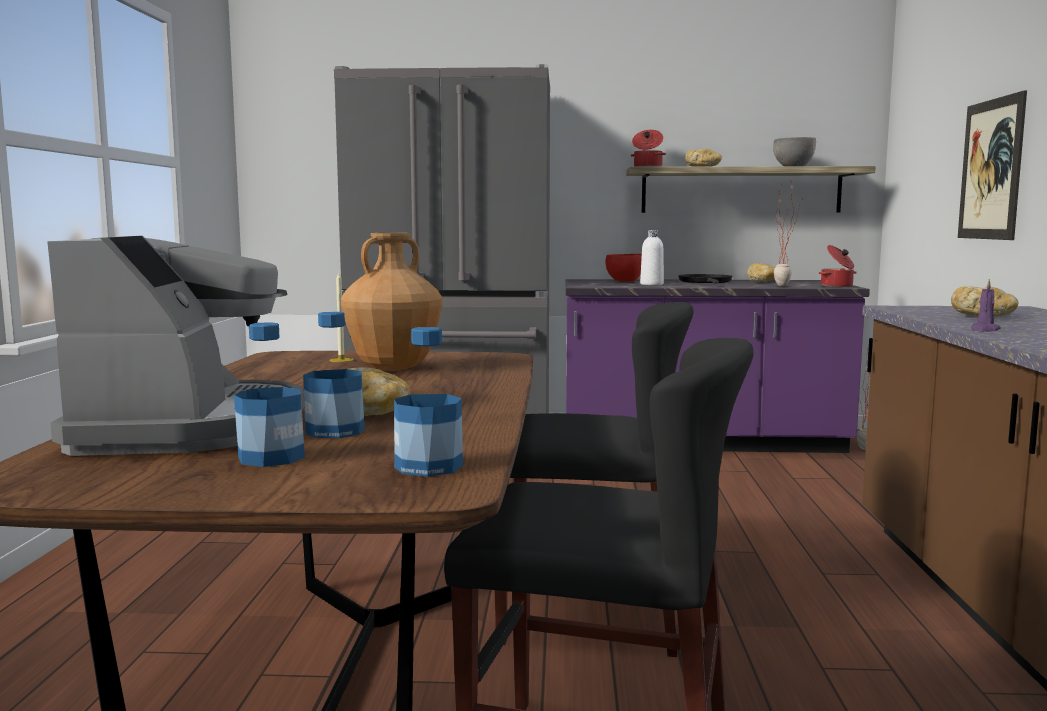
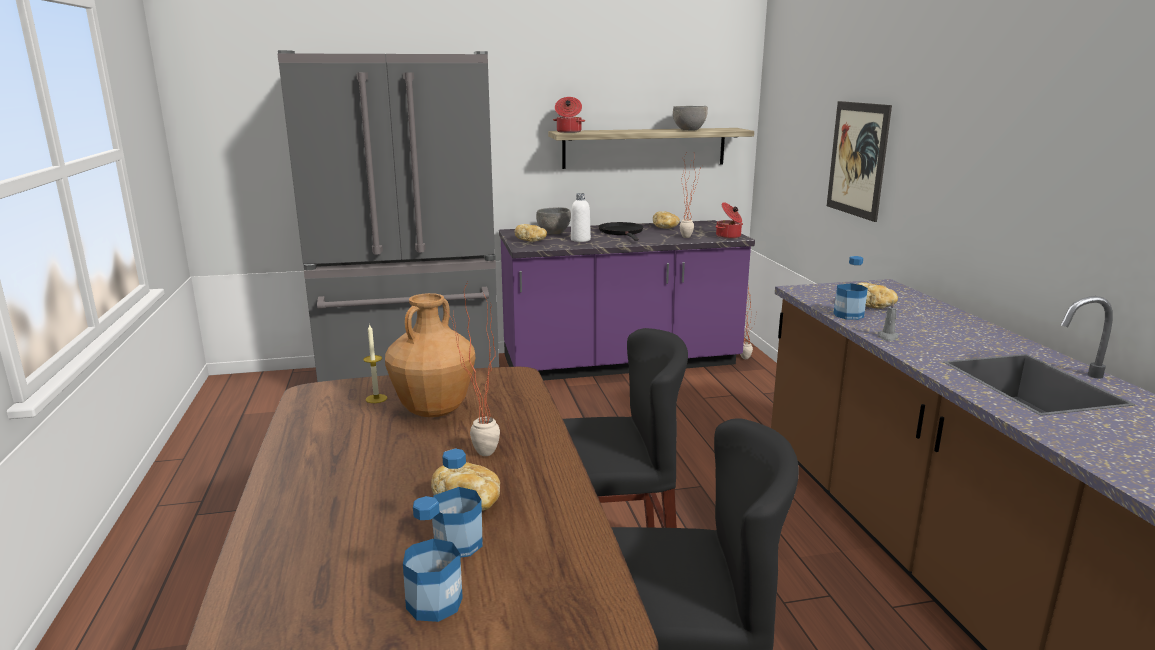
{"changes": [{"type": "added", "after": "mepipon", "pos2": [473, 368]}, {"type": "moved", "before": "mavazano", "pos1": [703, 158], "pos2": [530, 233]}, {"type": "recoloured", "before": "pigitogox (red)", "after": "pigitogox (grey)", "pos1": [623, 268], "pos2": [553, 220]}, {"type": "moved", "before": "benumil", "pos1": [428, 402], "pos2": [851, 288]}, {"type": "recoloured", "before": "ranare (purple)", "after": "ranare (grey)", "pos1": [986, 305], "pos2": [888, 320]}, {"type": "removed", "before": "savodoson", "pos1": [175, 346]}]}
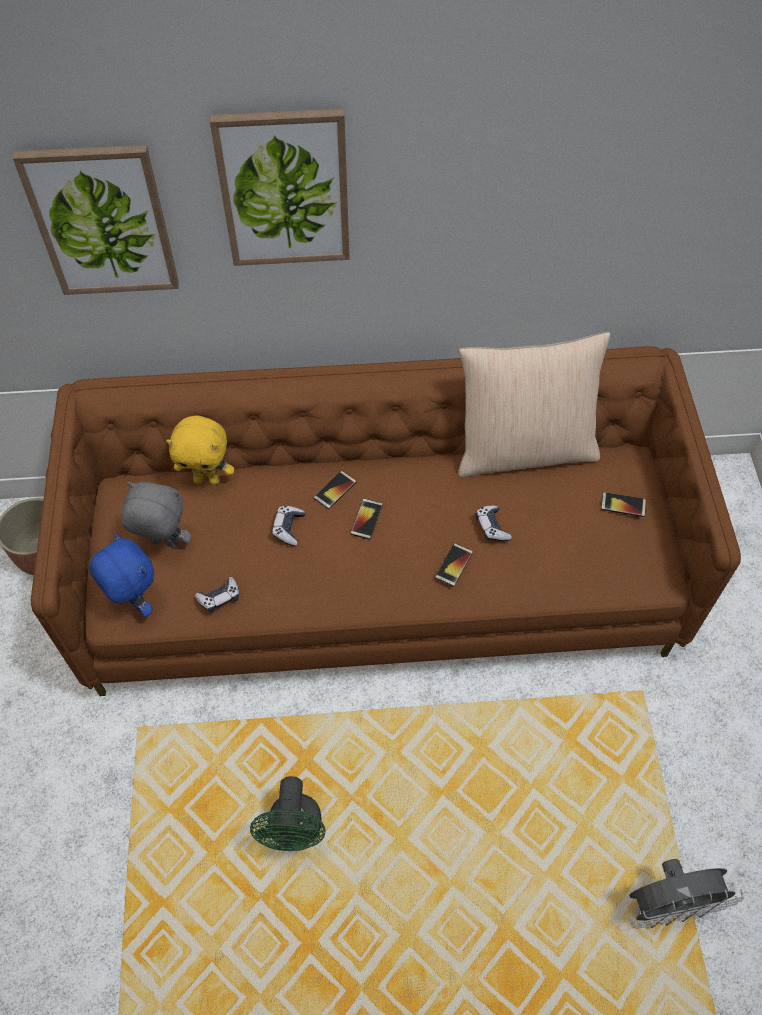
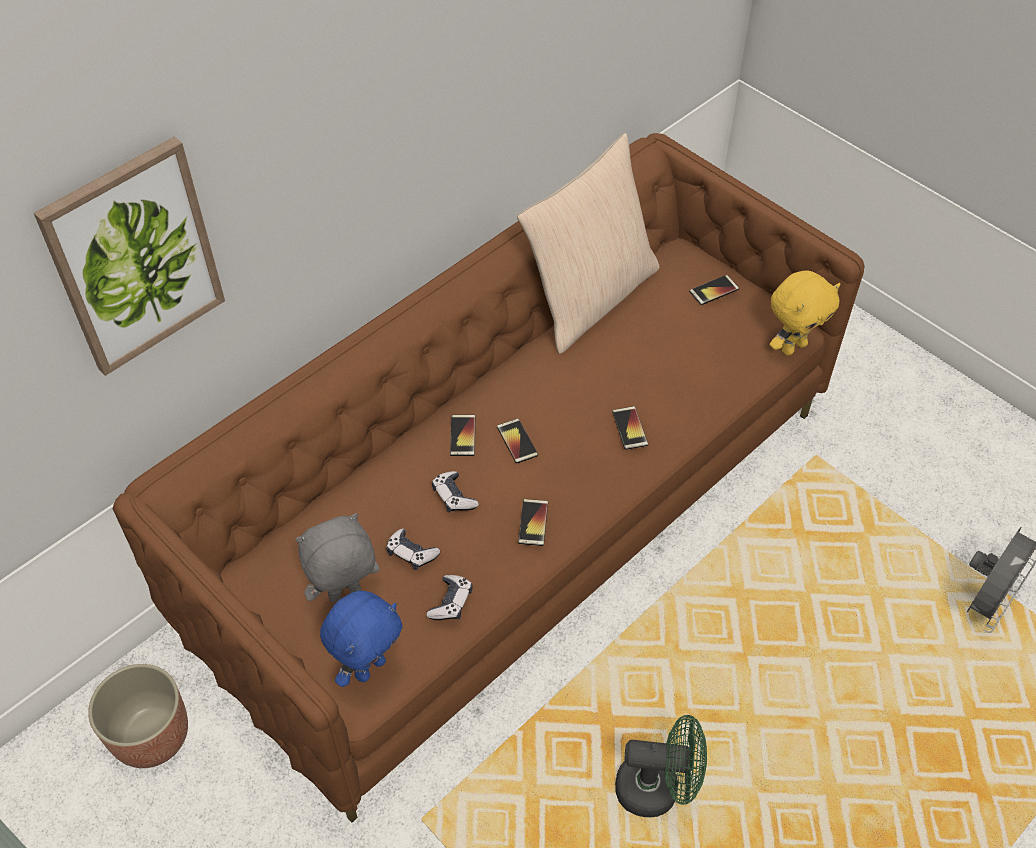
{"changes": [{"type": "turned", "before": "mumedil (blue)", "pos1": [121, 575], "pos2": [361, 639], "turn": 120}, {"type": "moved", "before": "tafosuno", "pos1": [494, 523], "pos2": [413, 549]}, {"type": "added", "after": "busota", "pos2": [533, 522]}, {"type": "turned", "before": "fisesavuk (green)", "pos1": [288, 813], "pos2": [661, 766], "turn": -45}, {"type": "moved", "before": "mumedil (yellow)", "pos1": [200, 450], "pos2": [805, 313]}, {"type": "removed", "before": "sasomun", "pos1": [280, 187]}]}
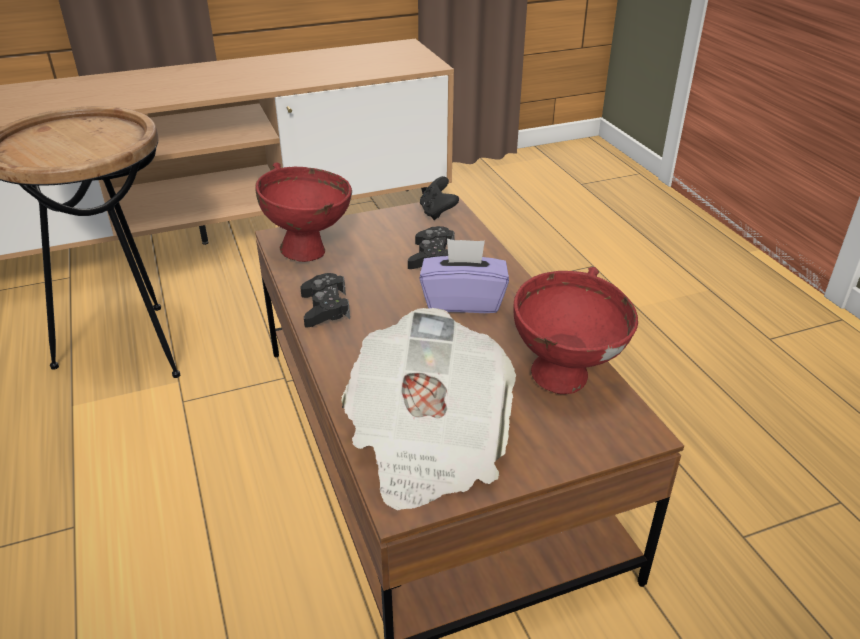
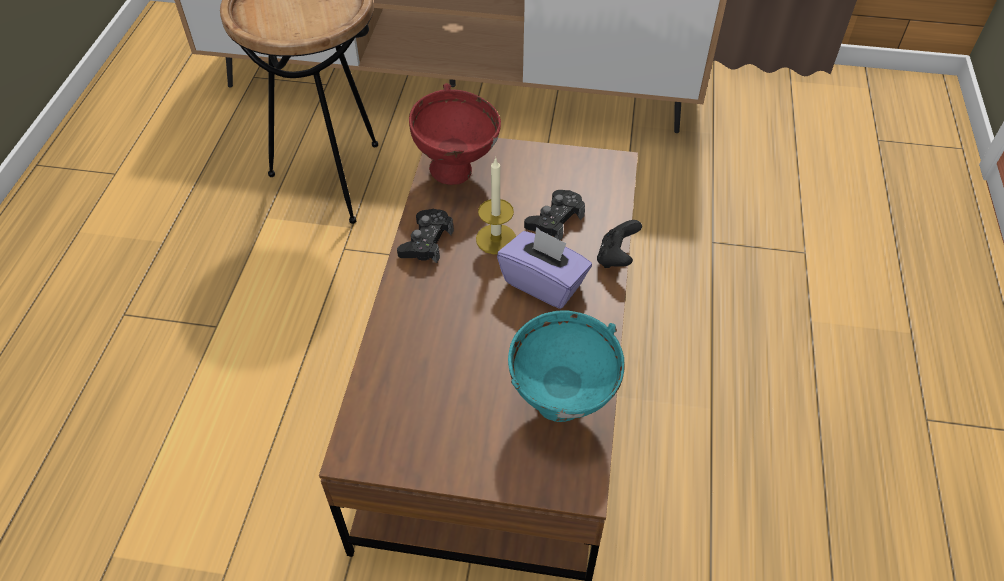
{"changes": [{"type": "added", "after": "ranare", "pos2": [496, 205]}, {"type": "recoloured", "before": "pigitogox (red)", "after": "pigitogox (turquoise)", "pos1": [575, 330], "pos2": [566, 366]}, {"type": "moved", "before": "tafosuno (black)", "pos1": [439, 198], "pos2": [619, 244]}, {"type": "removed", "before": "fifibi", "pos1": [428, 409]}]}
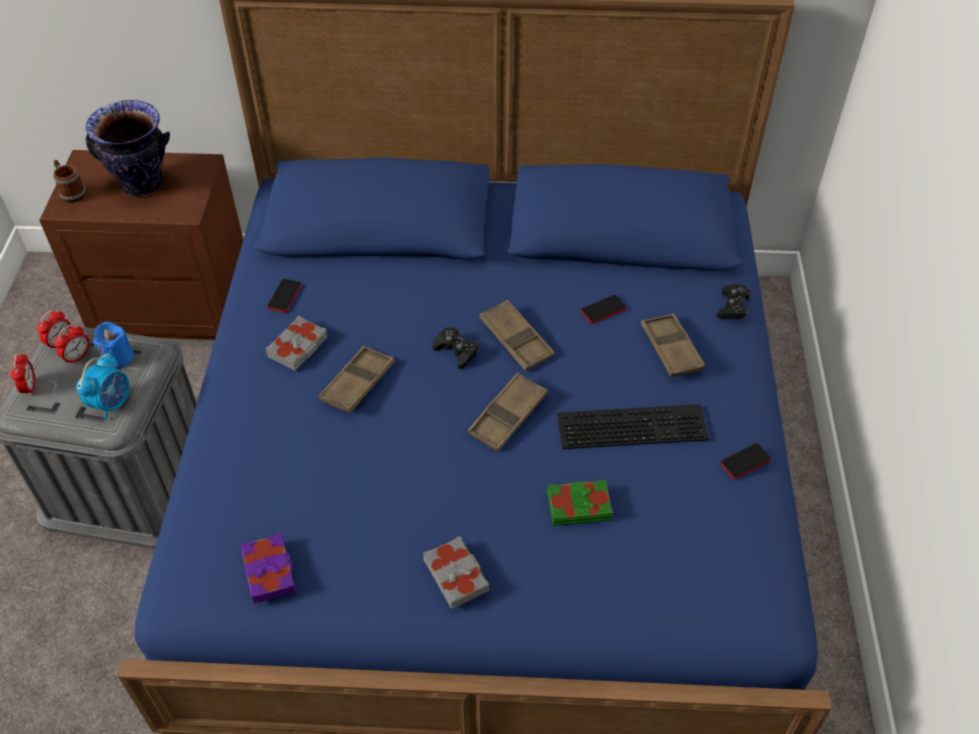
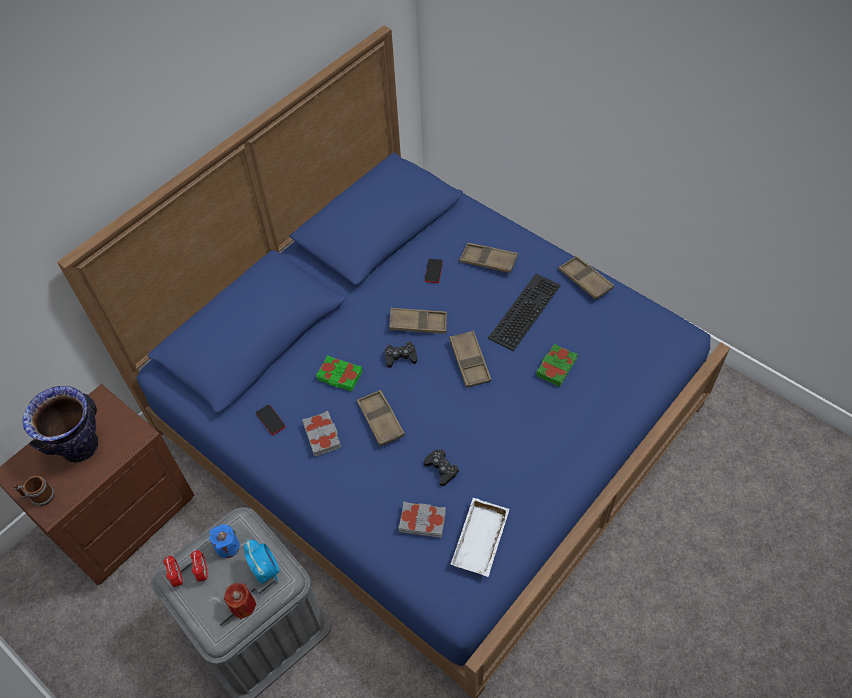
{"changes": [{"type": "added", "after": "ranare (red)", "pos2": [240, 601]}, {"type": "added", "after": "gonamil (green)", "pos2": [339, 373]}, {"type": "moved", "before": "gonamil (grey)", "pos1": [456, 572], "pos2": [422, 520]}, {"type": "moved", "before": "tafosuno (black)", "pos1": [733, 302], "pos2": [441, 467]}, {"type": "replaced", "before": "gonamil (purple)", "after": "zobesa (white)", "pos1": [268, 568], "pos2": [480, 537]}, {"type": "replaced", "before": "busota", "after": "zobesa (brown)", "pos1": [745, 461], "pos2": [586, 278]}, {"type": "removed", "before": "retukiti", "pos1": [23, 374]}]}
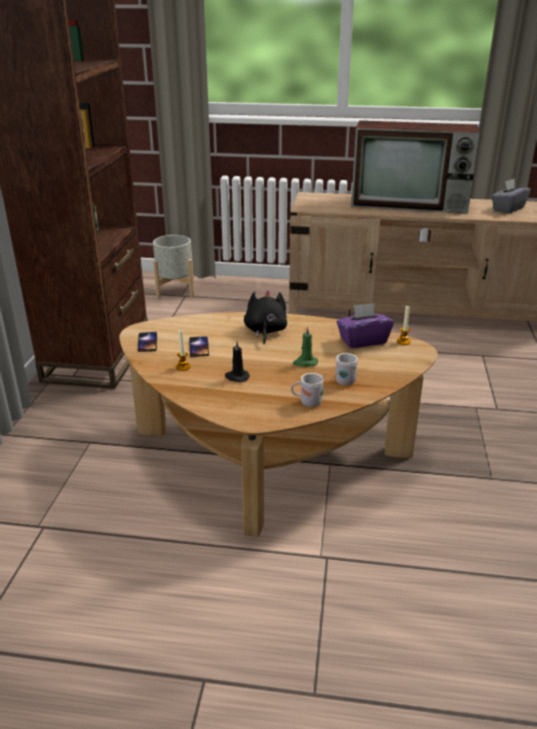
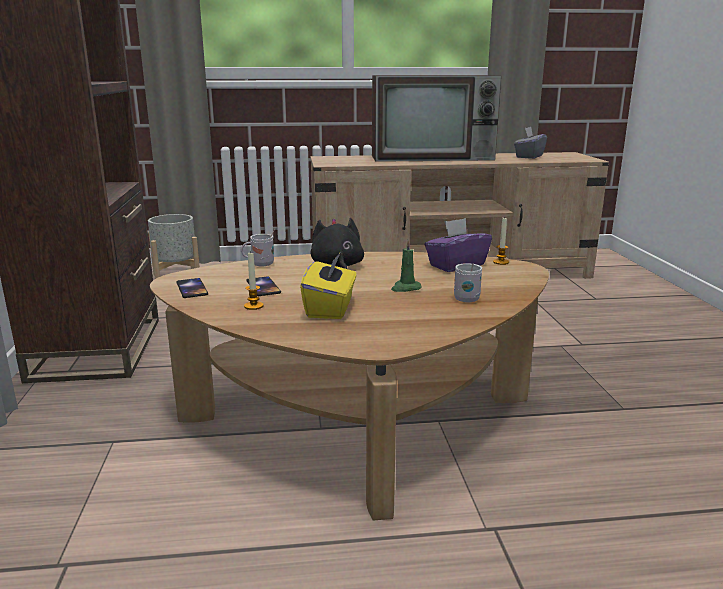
{"changes": [{"type": "moved", "before": "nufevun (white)", "pos1": [308, 389], "pos2": [258, 247]}, {"type": "replaced", "before": "ranare (black)", "after": "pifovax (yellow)", "pos1": [237, 361], "pos2": [328, 285]}]}
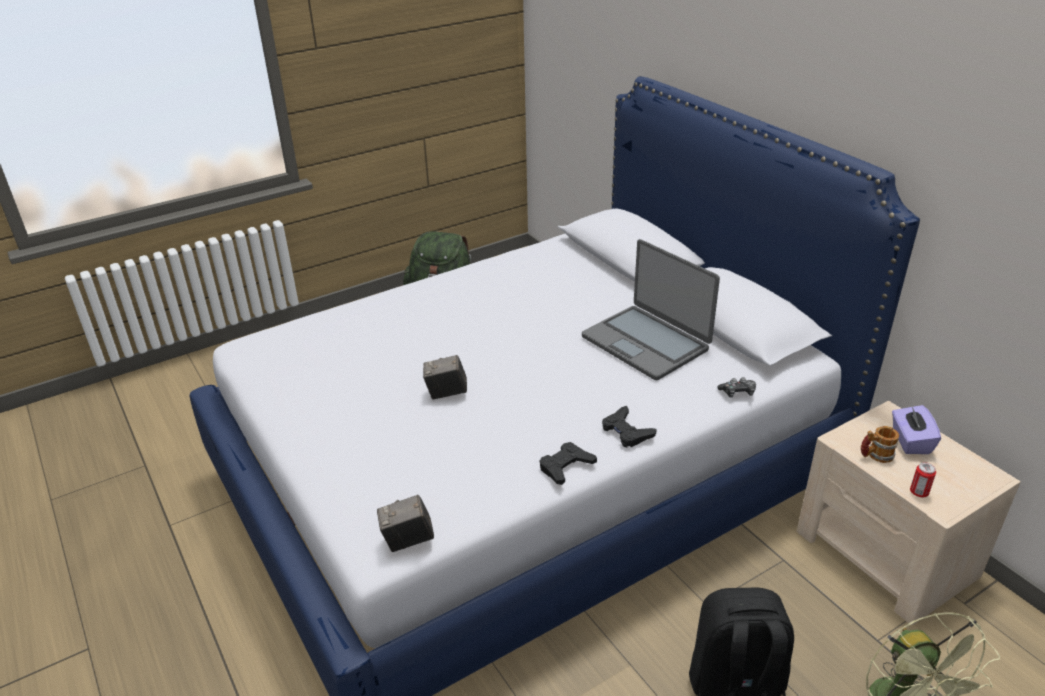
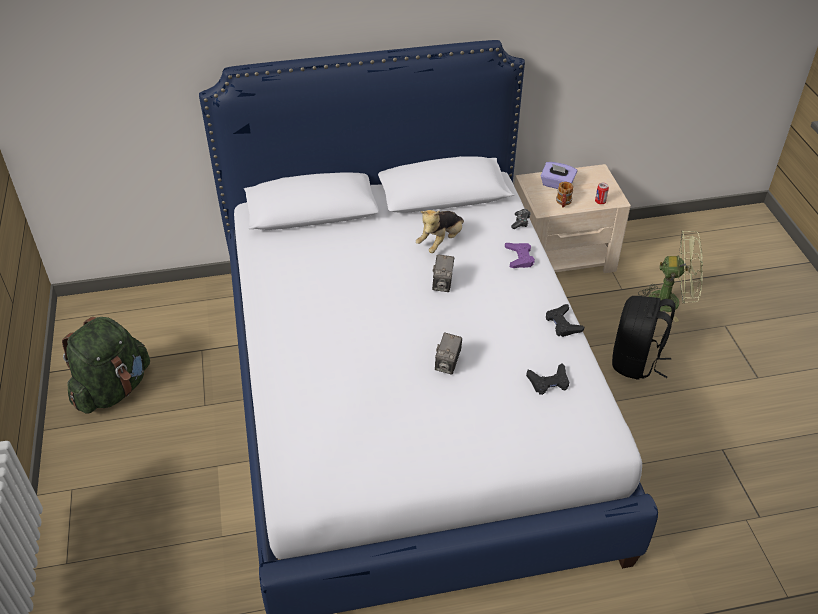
{"changes": [{"type": "replaced", "before": "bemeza", "after": "mumedil", "pos1": [651, 309], "pos2": [440, 231]}, {"type": "moved", "before": "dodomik", "pos1": [405, 523], "pos2": [443, 273]}, {"type": "added", "after": "tafosuno (purple)", "pos2": [520, 255]}, {"type": "moved", "before": "tafosuno (black)", "pos1": [629, 427], "pos2": [547, 379]}]}
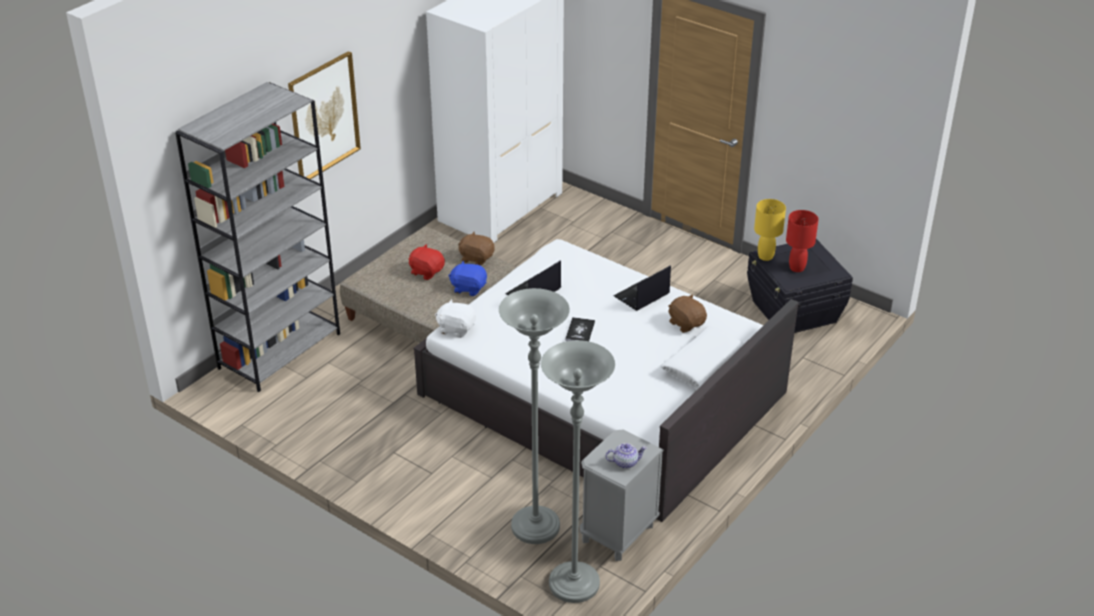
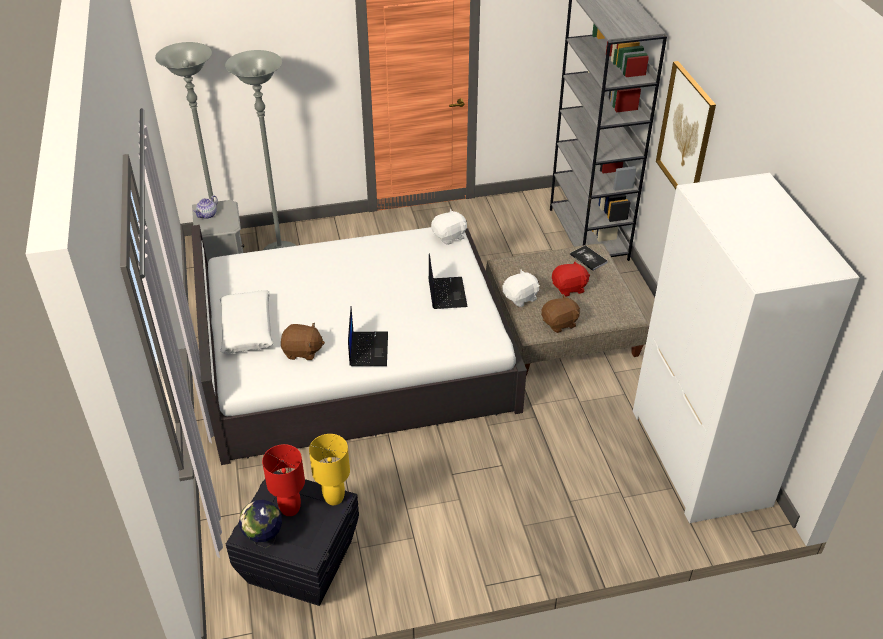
{"changes": [{"type": "added", "after": "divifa", "pos2": [260, 524]}, {"type": "recoloured", "before": "mumedil (blue)", "after": "mumedil (white)", "pos1": [467, 278], "pos2": [521, 288]}, {"type": "moved", "before": "gonamil", "pos1": [580, 329], "pos2": [589, 258]}]}
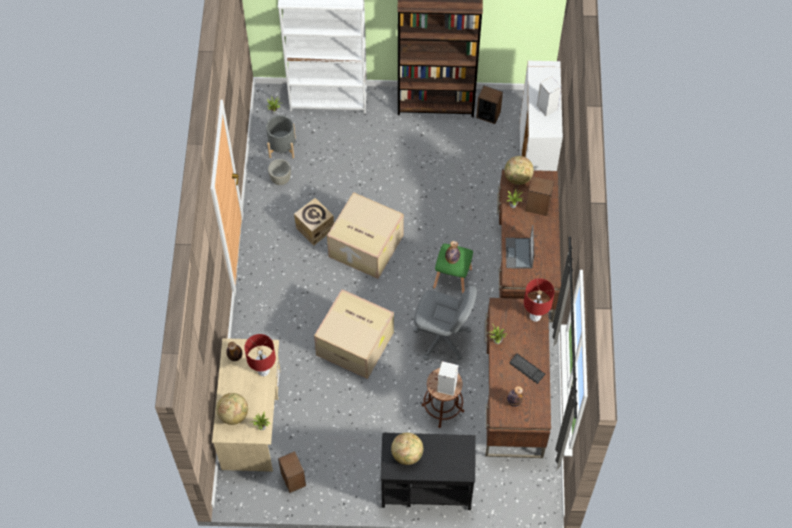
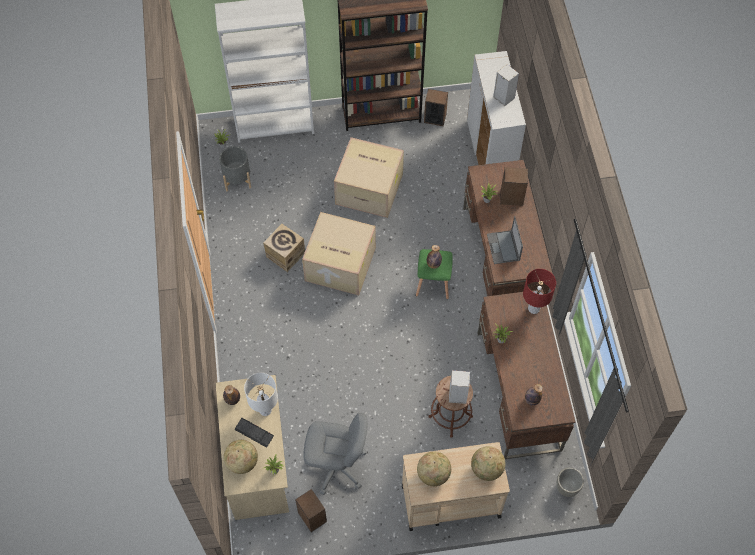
{"changes": [{"type": "moved", "before": "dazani", "pos1": [527, 368], "pos2": [254, 433]}, {"type": "recoloured", "before": "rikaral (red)", "after": "rikaral (white)", "pos1": [260, 355], "pos2": [261, 394]}, {"type": "moved", "before": "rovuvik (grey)", "pos1": [445, 323], "pos2": [335, 454]}, {"type": "moved", "before": "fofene", "pos1": [354, 334], "pos2": [369, 177]}, {"type": "recoloured", "before": "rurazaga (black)", "after": "rurazaga (beige)", "pos1": [428, 471], "pos2": [456, 486]}, {"type": "moved", "before": "divifa", "pos1": [519, 170], "pos2": [488, 463]}, {"type": "moved", "before": "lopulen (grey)", "pos1": [279, 172], "pos2": [570, 482]}]}
